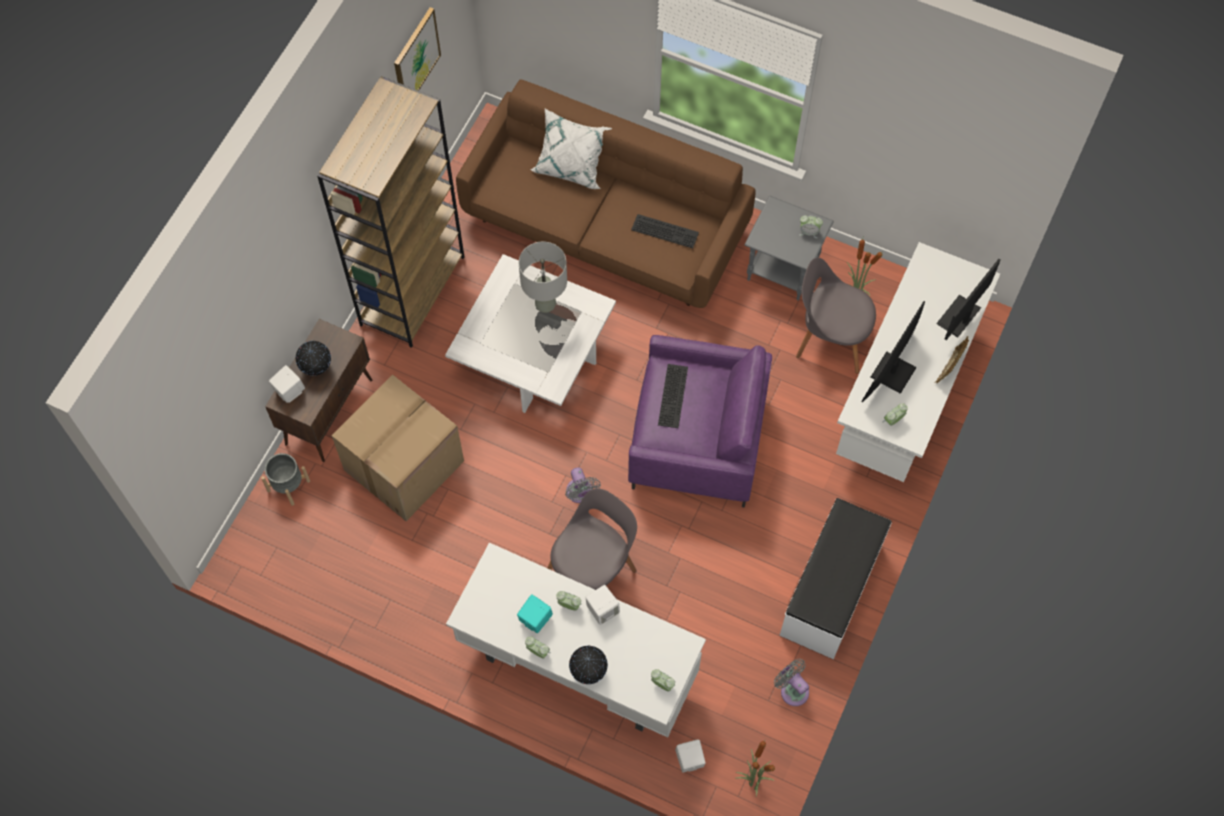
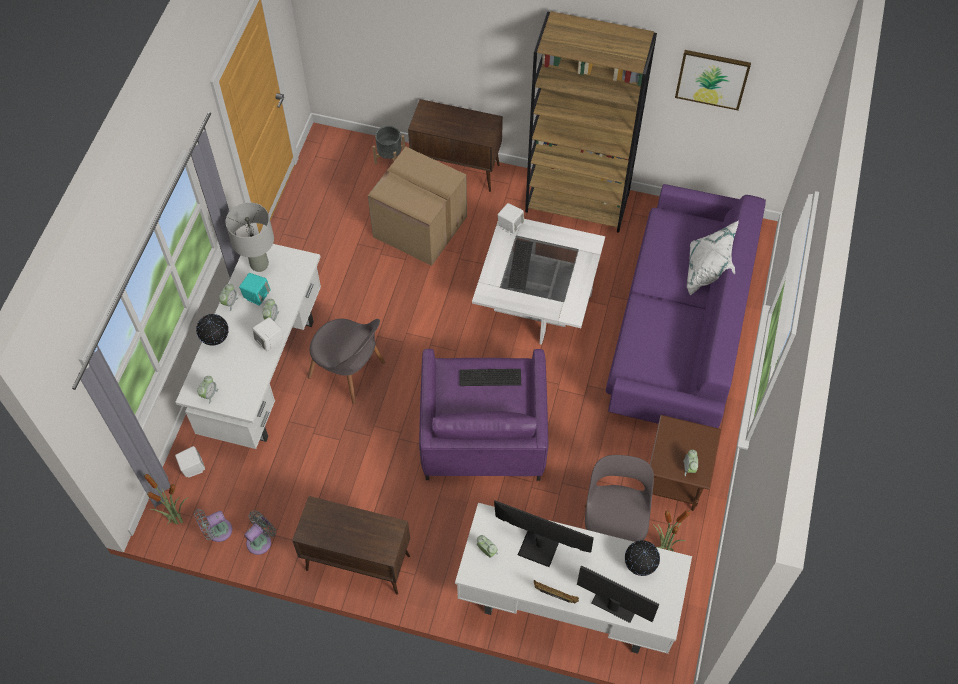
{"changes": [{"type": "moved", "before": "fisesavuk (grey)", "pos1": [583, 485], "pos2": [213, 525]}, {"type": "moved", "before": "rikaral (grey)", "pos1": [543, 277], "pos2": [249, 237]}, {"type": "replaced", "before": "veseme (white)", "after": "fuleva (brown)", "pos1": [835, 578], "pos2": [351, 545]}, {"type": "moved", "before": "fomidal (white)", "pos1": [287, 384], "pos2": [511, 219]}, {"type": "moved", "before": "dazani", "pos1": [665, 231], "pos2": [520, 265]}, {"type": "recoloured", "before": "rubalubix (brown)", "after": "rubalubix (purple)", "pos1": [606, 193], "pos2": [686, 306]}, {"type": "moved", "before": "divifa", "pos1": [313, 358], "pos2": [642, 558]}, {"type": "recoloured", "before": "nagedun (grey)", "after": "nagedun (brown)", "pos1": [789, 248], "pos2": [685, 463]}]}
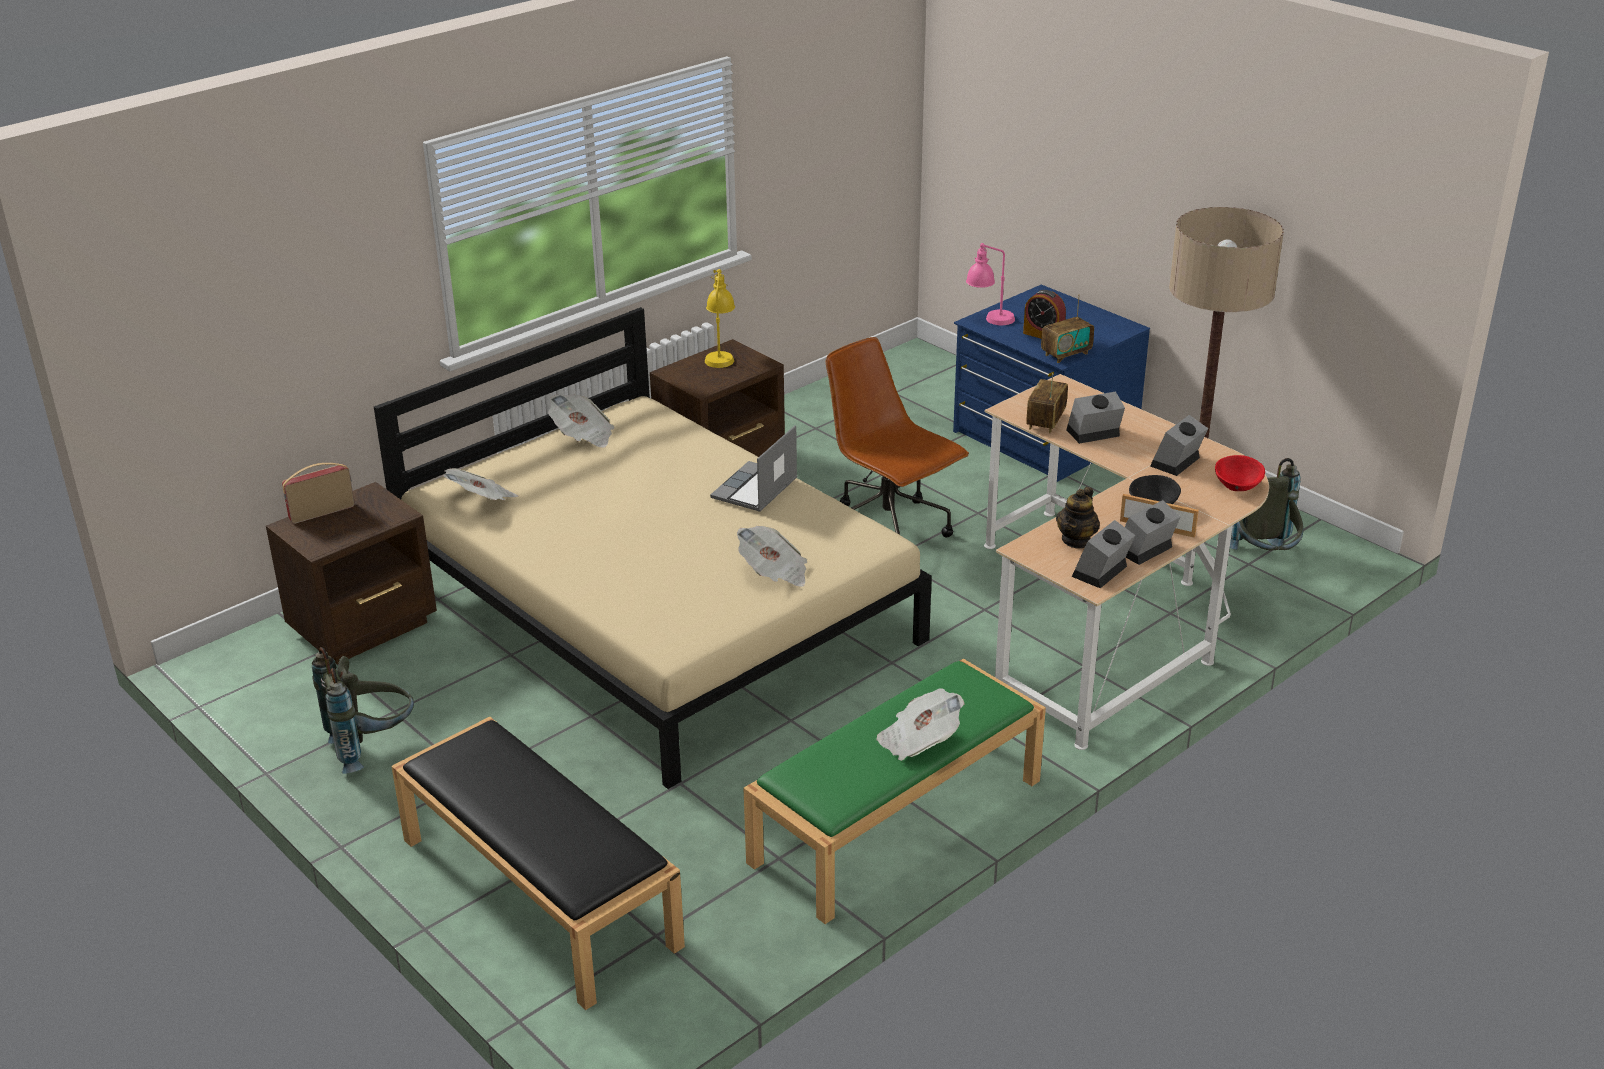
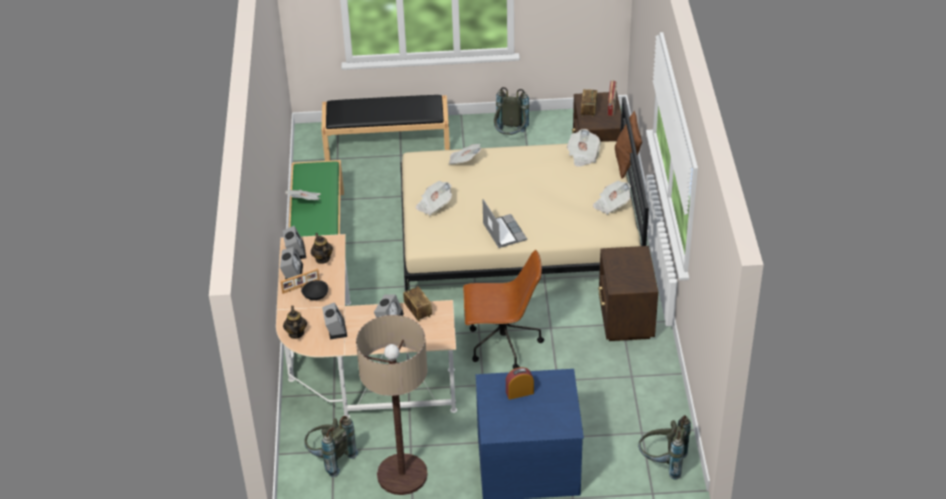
{"changes": [{"type": "replaced", "before": "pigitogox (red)", "after": "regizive", "pos1": [1240, 473], "pos2": [295, 322]}, {"type": "added", "after": "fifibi", "pos2": [464, 154]}, {"type": "moved", "before": "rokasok", "pos1": [1067, 328], "pos2": [589, 103]}, {"type": "added", "after": "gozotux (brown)", "pos2": [628, 145]}, {"type": "added", "after": "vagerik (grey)", "pos2": [664, 447]}, {"type": "removed", "before": "rikaral (yellow)", "pos1": [720, 318]}, {"type": "removed", "before": "rikaral (pink)", "pos1": [990, 284]}]}
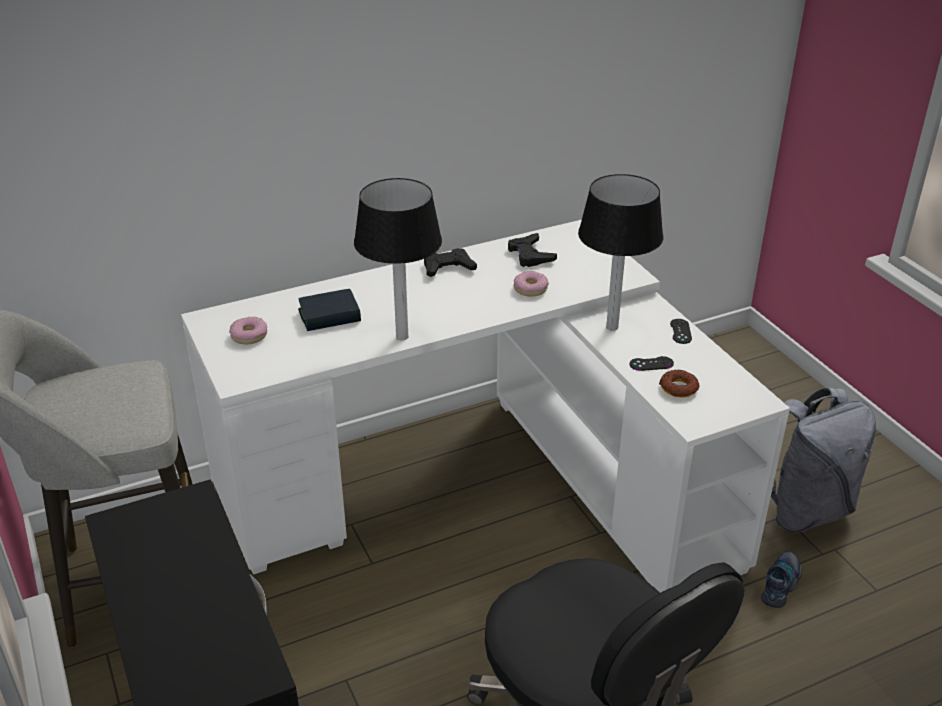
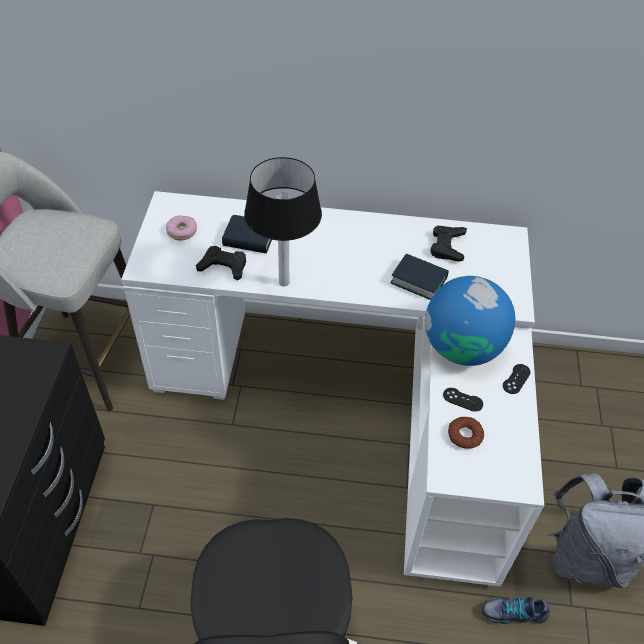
{"changes": [{"type": "moved", "before": "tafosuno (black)", "pos1": [450, 262], "pos2": [221, 263]}, {"type": "replaced", "before": "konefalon", "after": "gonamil", "pos1": [531, 284], "pos2": [419, 277]}, {"type": "replaced", "before": "rikaral", "after": "divifa", "pos1": [620, 252], "pos2": [470, 321]}, {"type": "turned", "before": "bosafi", "pos1": [781, 579], "pos2": [516, 610], "turn": -150}]}
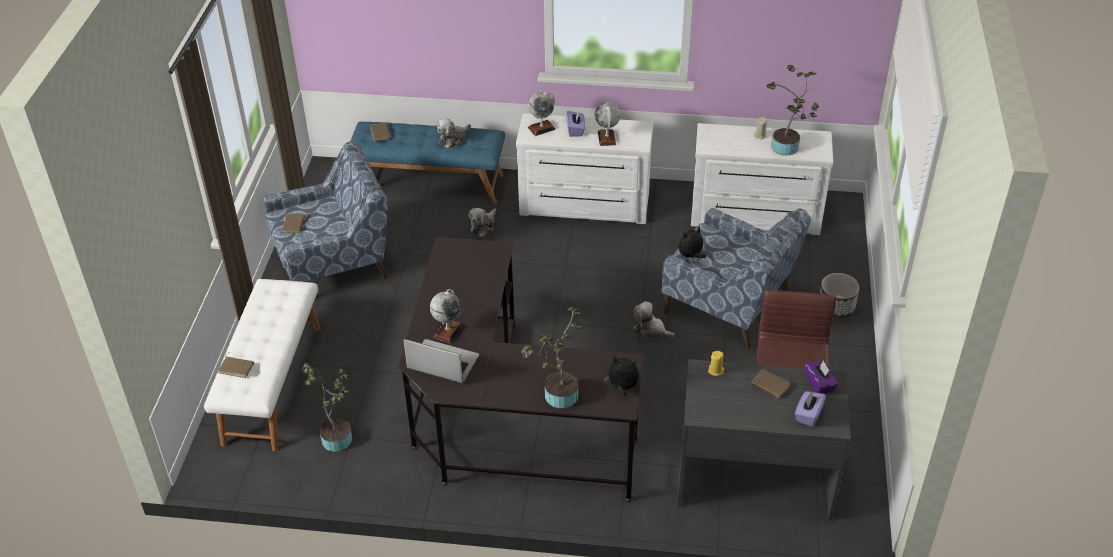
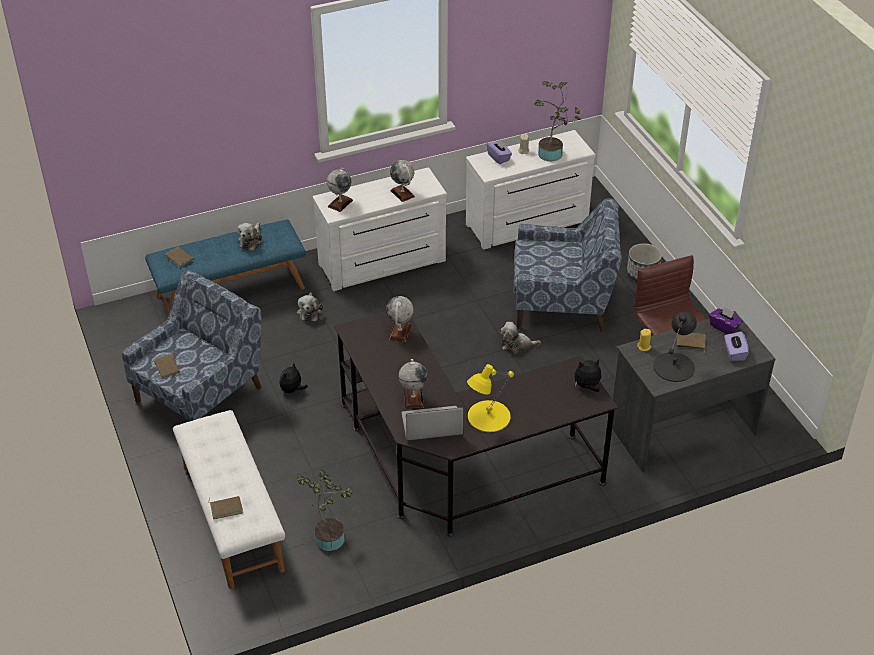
{"changes": [{"type": "moved", "before": "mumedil", "pos1": [692, 242], "pos2": [293, 378]}, {"type": "added", "after": "divifa", "pos2": [400, 319]}, {"type": "added", "after": "rikaral (yellow)", "pos2": [490, 398]}, {"type": "moved", "before": "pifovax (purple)", "pos1": [576, 124], "pos2": [499, 151]}, {"type": "added", "after": "rikaral (black)", "pos2": [675, 346]}, {"type": "removed", "before": "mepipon", "pos1": [552, 357]}]}
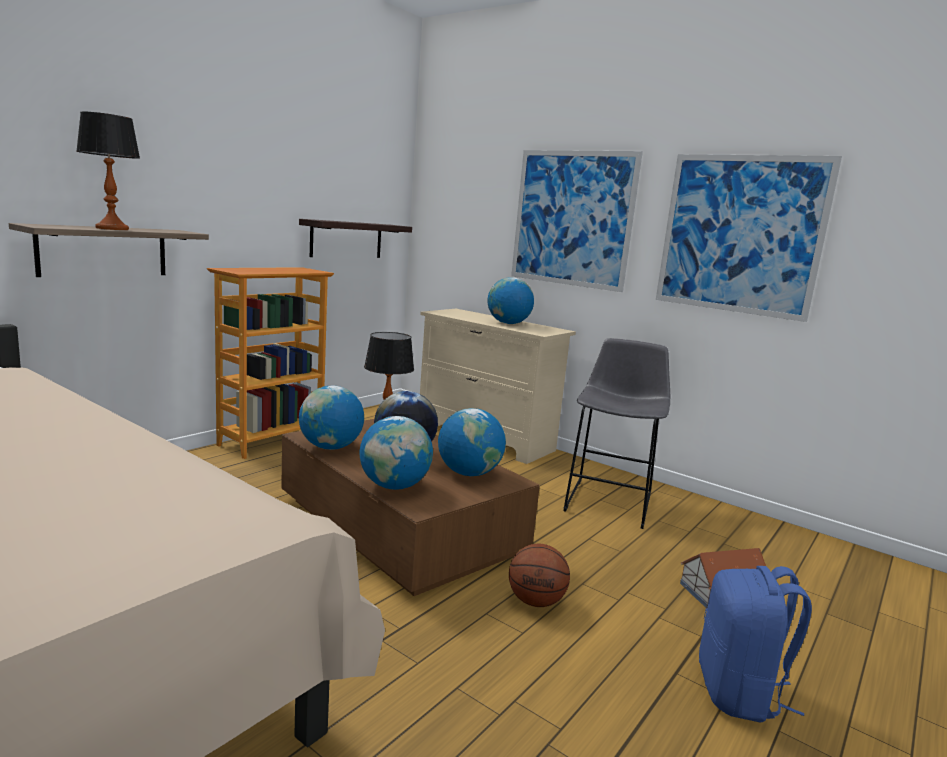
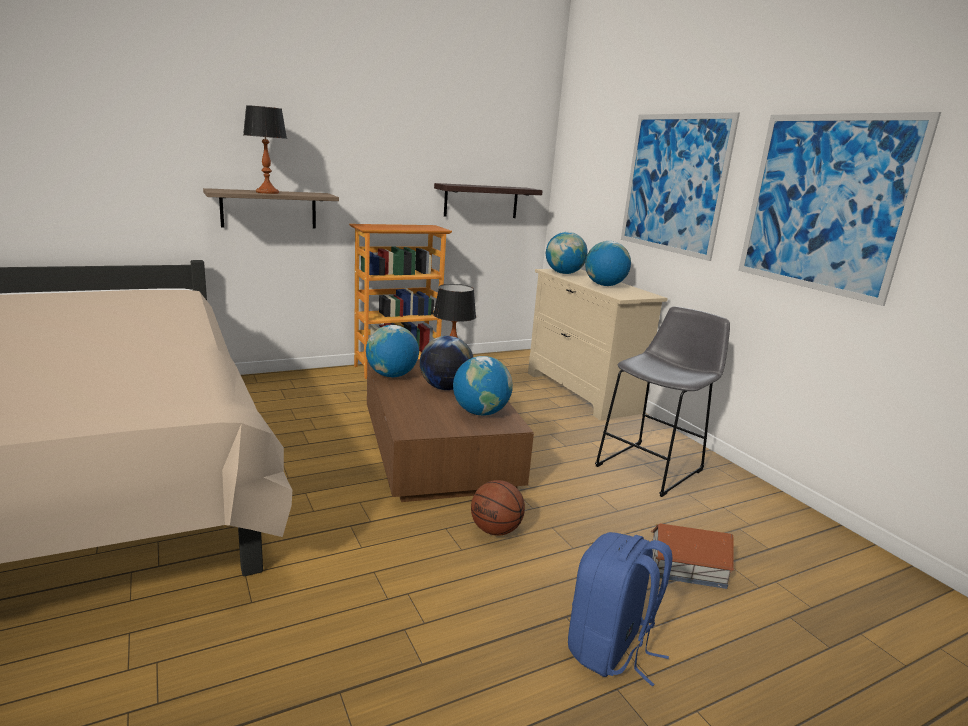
{"changes": [{"type": "moved", "before": "divifa", "pos1": [396, 453], "pos2": [567, 253]}]}
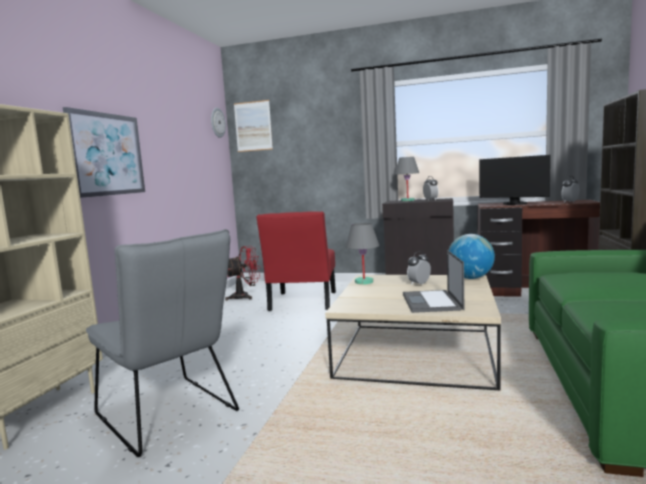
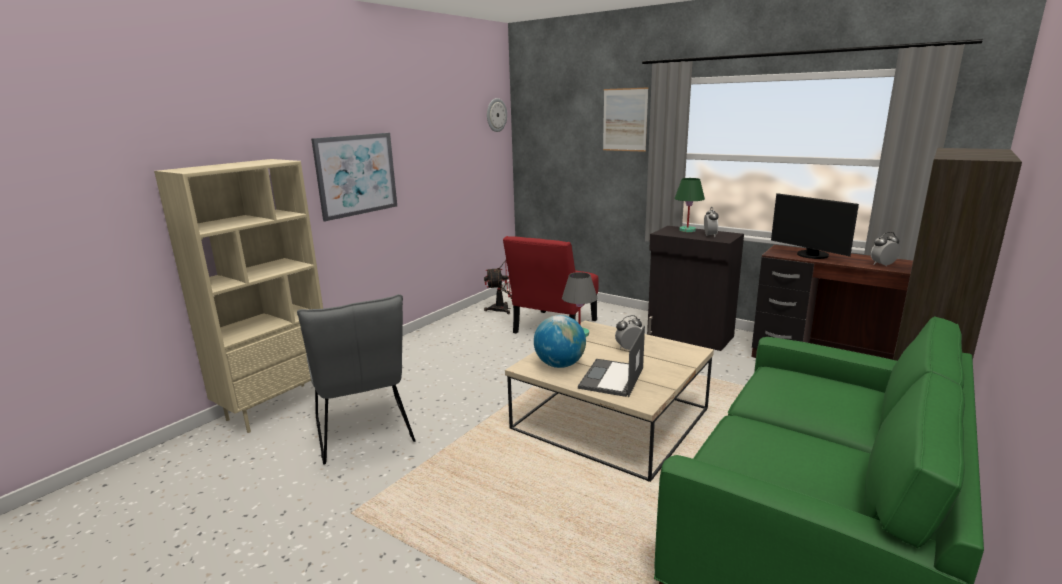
{"changes": [{"type": "moved", "before": "divifa", "pos1": [471, 256], "pos2": [560, 341]}, {"type": "moved", "before": "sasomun", "pos1": [253, 126], "pos2": [625, 119]}, {"type": "recoloured", "before": "rikaral (grey)", "after": "rikaral (green)", "pos1": [407, 179], "pos2": [689, 205]}]}
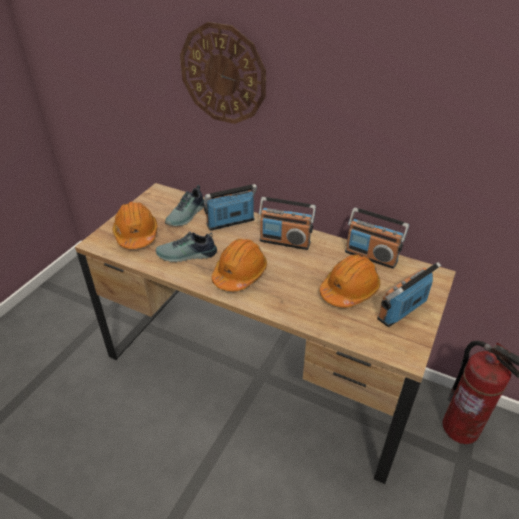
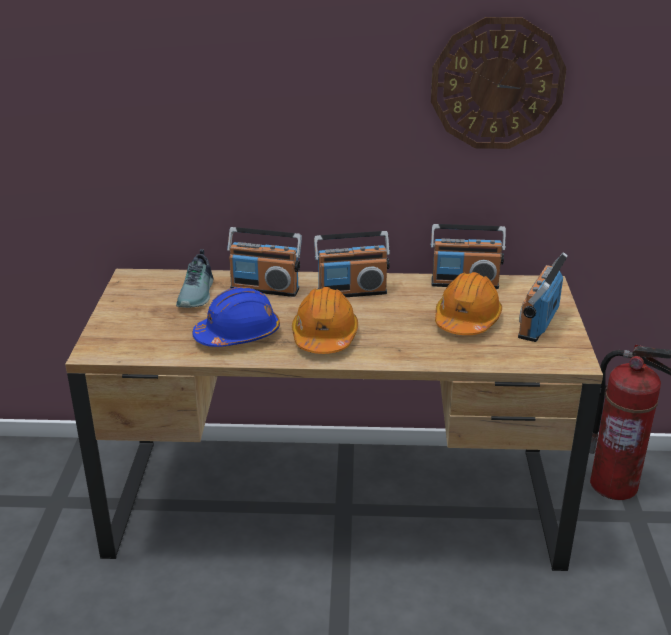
{"changes": [{"type": "replaced", "before": "bosafi", "after": "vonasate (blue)", "pos1": [186, 246], "pos2": [236, 317]}, {"type": "turned", "before": "rokasok", "pos1": [230, 207], "pos2": [264, 262], "turn": -120}, {"type": "moved", "before": "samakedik", "pos1": [223, 73], "pos2": [498, 83]}, {"type": "removed", "before": "vonasate (orange)", "pos1": [135, 225]}]}
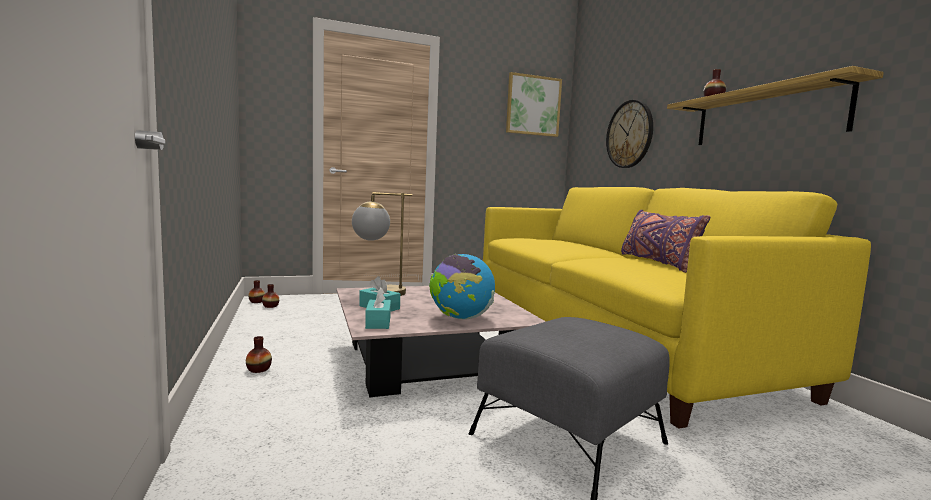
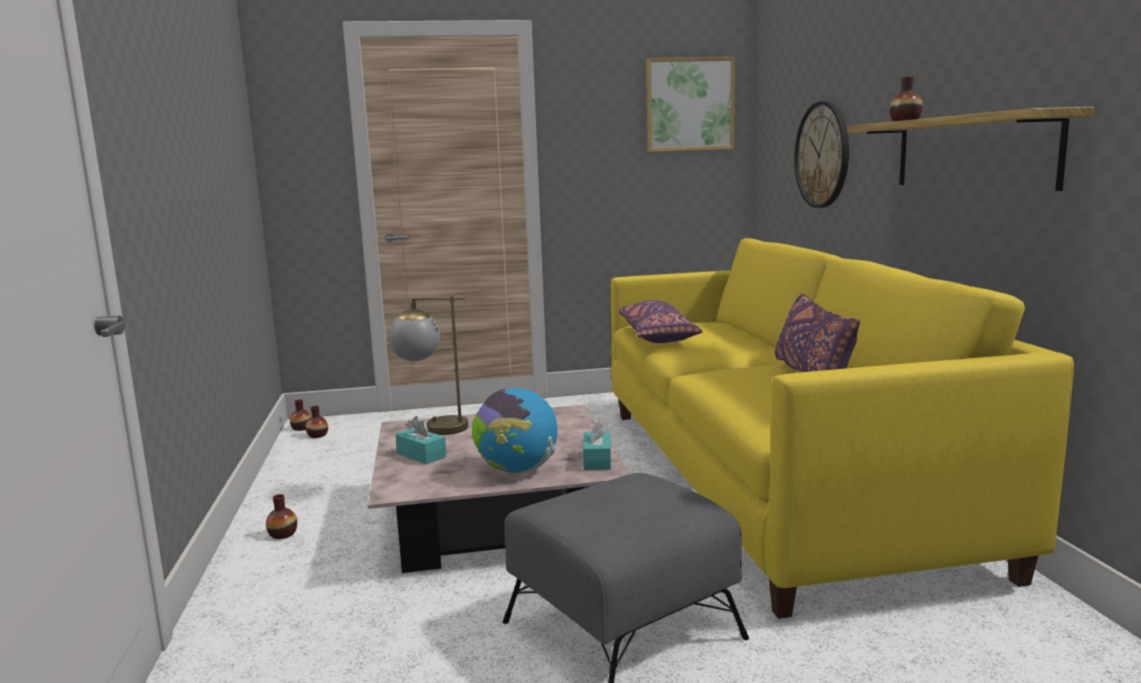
{"changes": [{"type": "moved", "before": "pifovax (turquoise)", "pos1": [378, 308], "pos2": [597, 444]}, {"type": "added", "after": "gozotux (purple)", "pos2": [660, 321]}]}
